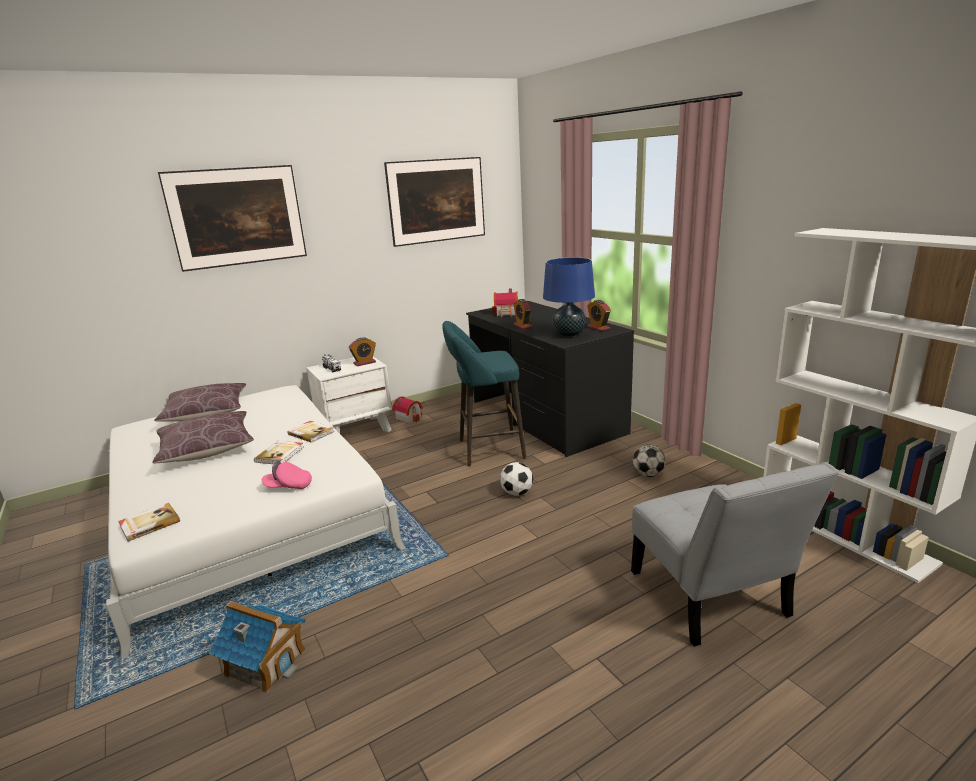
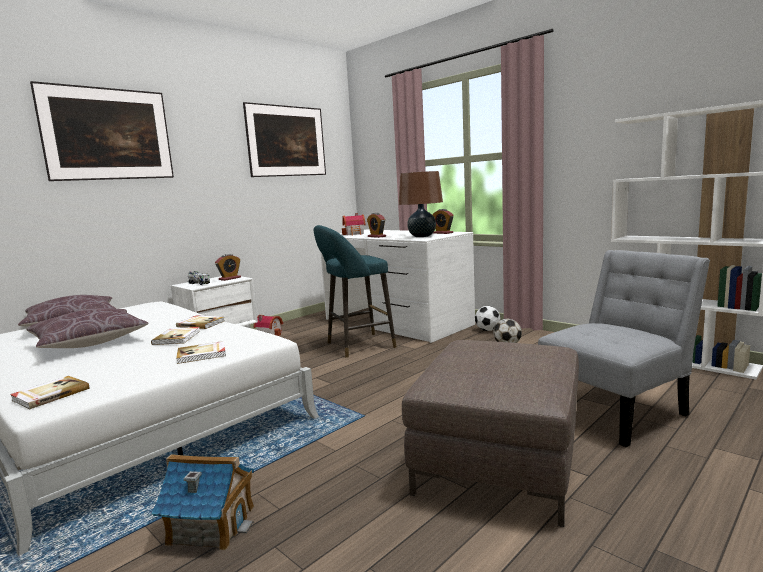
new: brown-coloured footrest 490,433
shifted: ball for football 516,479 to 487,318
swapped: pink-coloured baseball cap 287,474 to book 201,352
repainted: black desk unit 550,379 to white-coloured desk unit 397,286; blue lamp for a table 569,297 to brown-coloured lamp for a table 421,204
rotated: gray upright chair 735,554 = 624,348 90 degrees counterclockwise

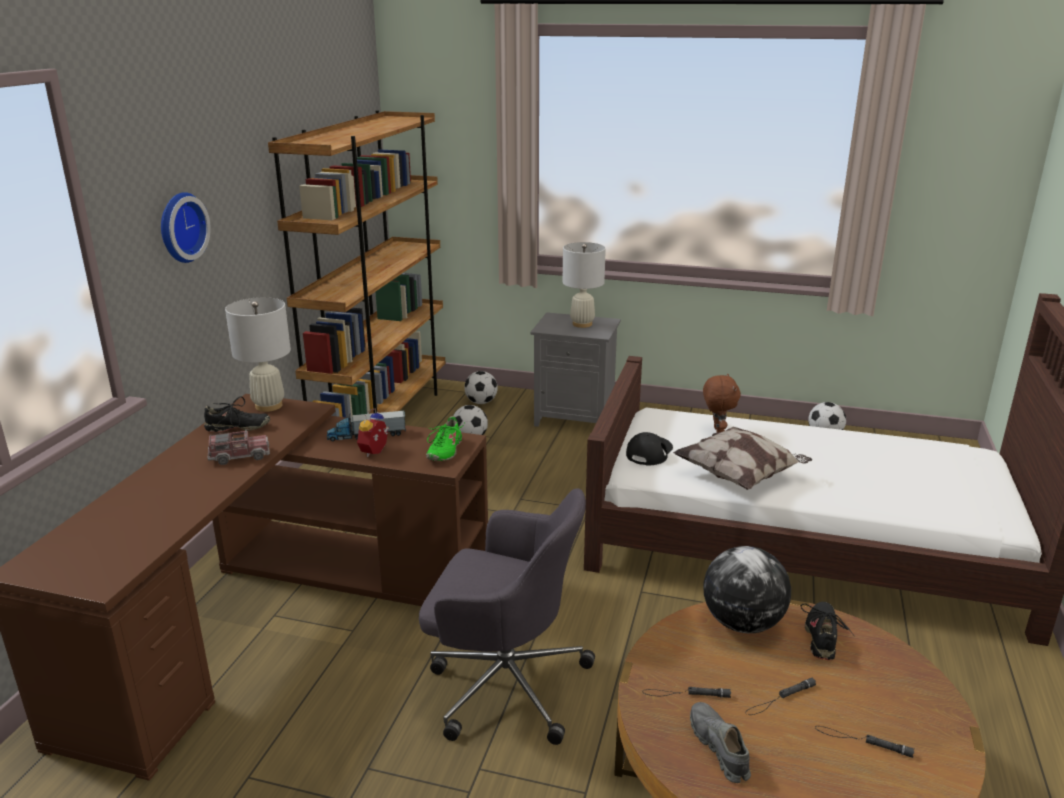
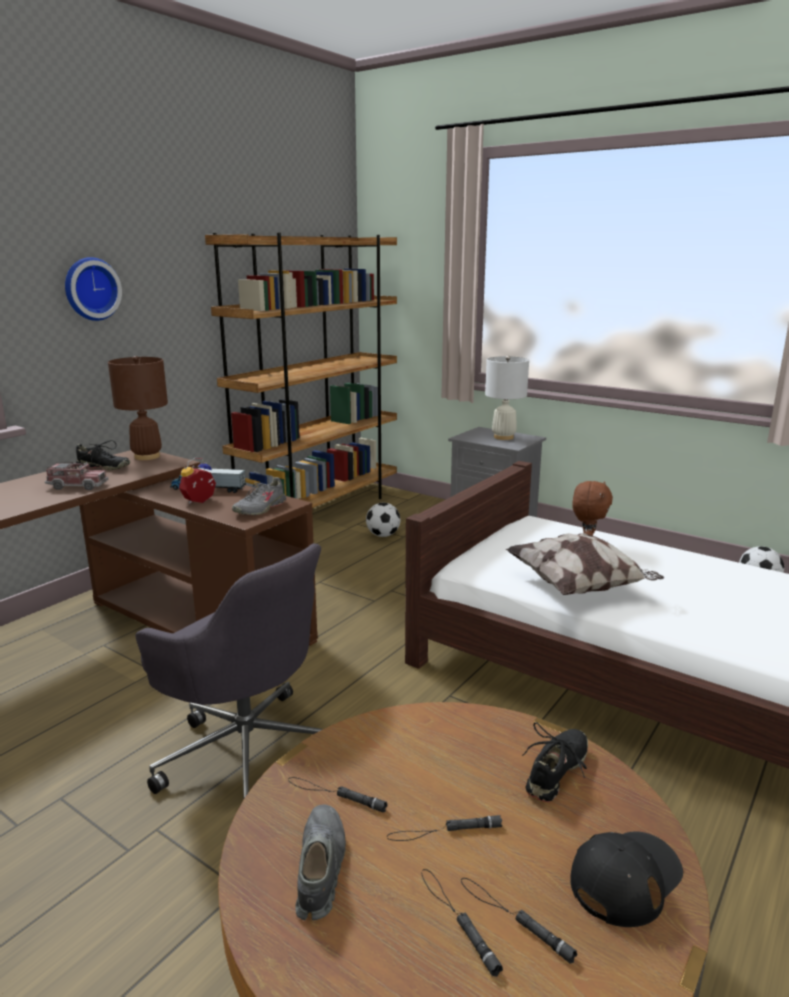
gone: ball for football 481,387; desk globe 747,589
new: black torch 462,923
shifted: black baseball cap 649,448 to 626,879
repainted: white-coloured lamp for a table 258,354 to brown-coloured lamp for a table 138,408; green item of footwear 445,438 to gray item of footwear 259,496

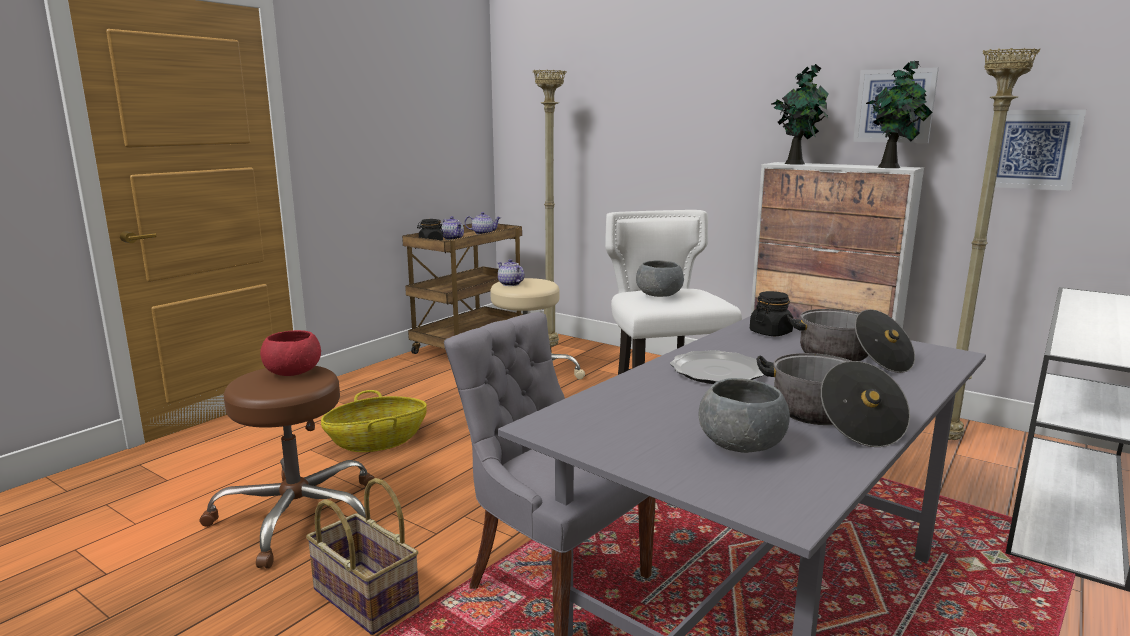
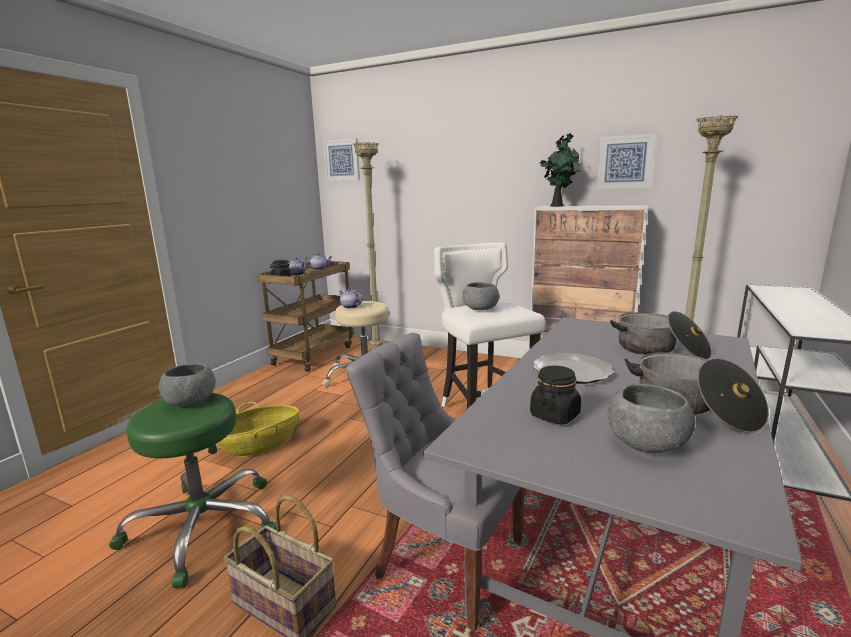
gone: plant in a pot 899,114
shifted: picture 1034,150 to 341,159; black preserve jar 771,313 to 555,395
repainted: brown-coloured sitting stool 287,467 to green sitting stool 193,490; red bowl 290,353 to gray bowl 187,384

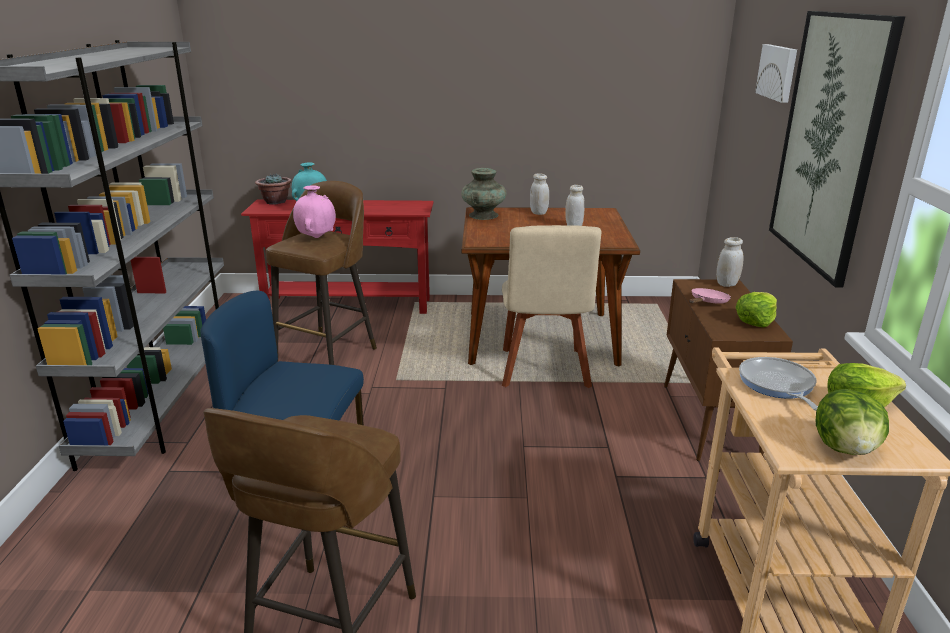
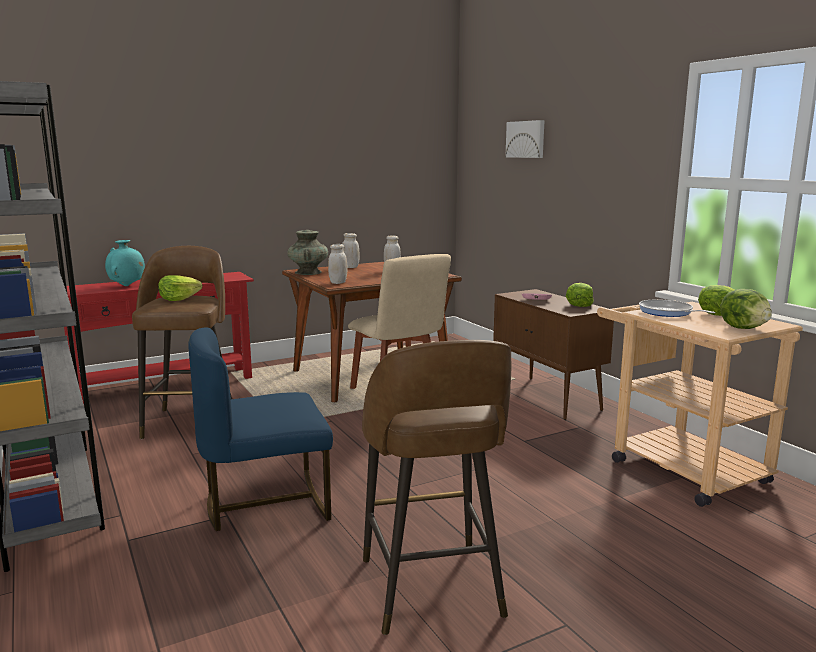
gone: plant in a pot 273,189; picture 837,149
shifted: white-coloured preserve jar 730,262 to 338,264
swapped: pink-coloured vase 314,212 to lettuce 180,288

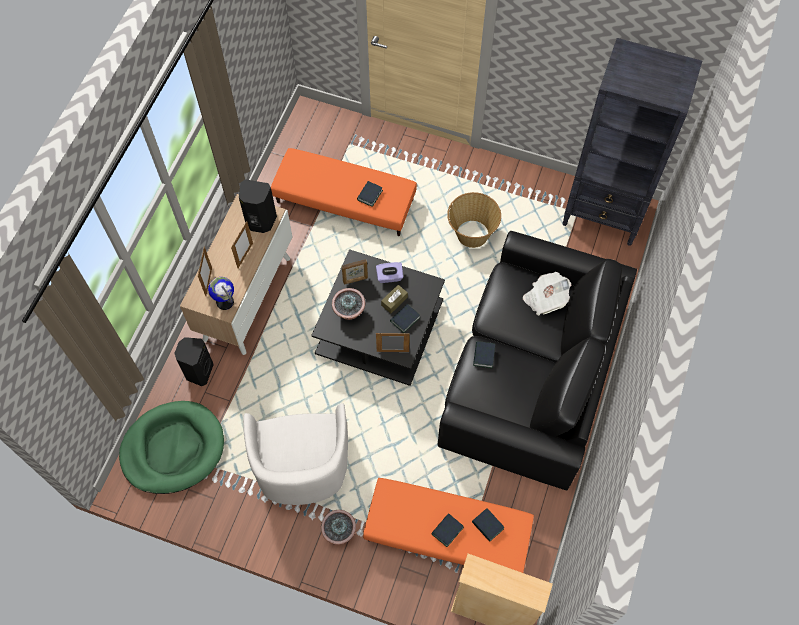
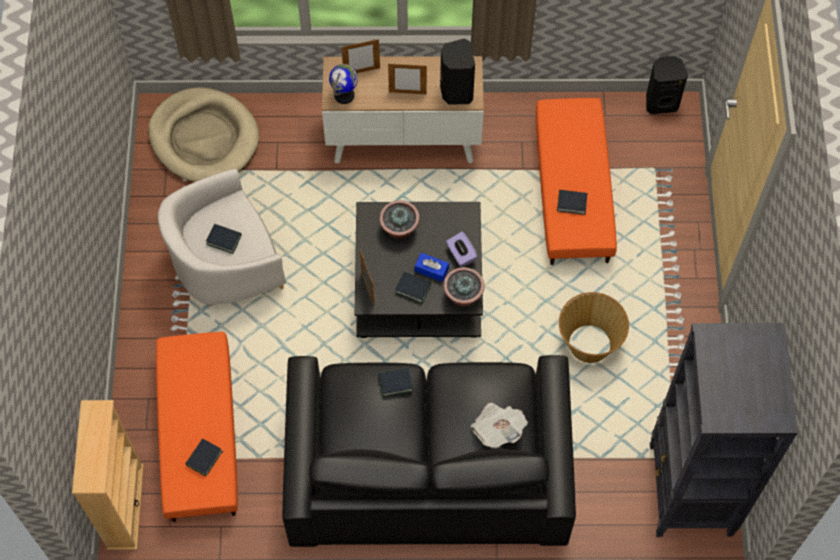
gone: photo frame 355,272
shifted: book 447,530 to 223,239; plant in a pot 338,527 to 463,286; black speaker 194,361 to 667,85
repainted: green dog cushion 171,447 to beige-coloured dog cushion 203,134; brown-coloured tissue box 394,299 to blue tissue box 432,267

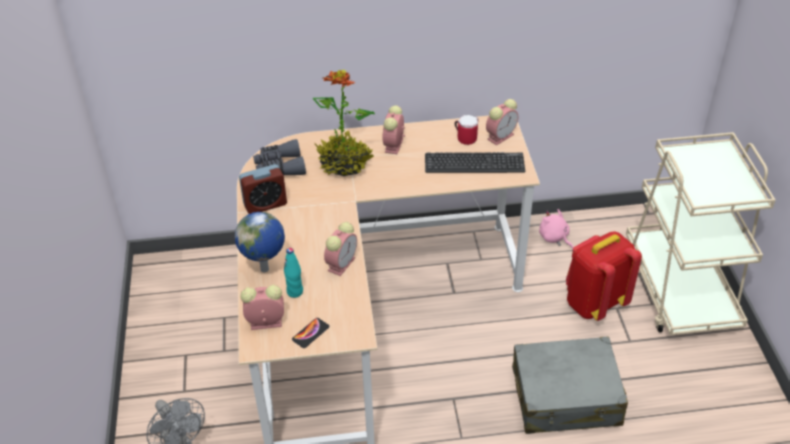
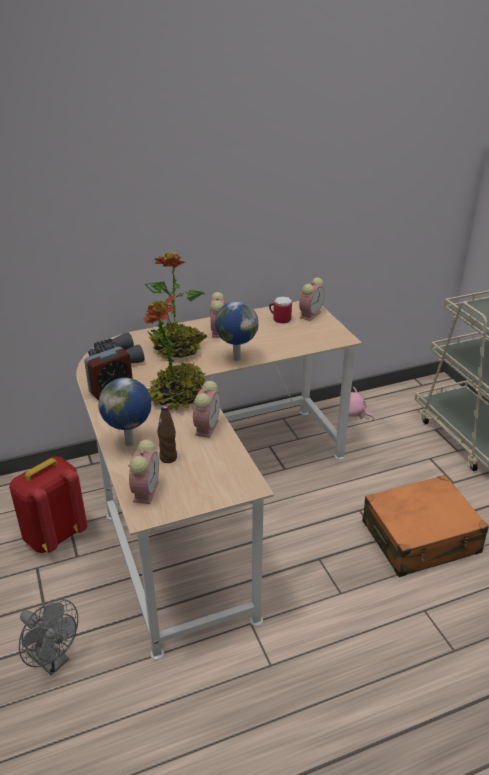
gone: handset 310,333; PC keyboard 475,162
new: plant in a pot 175,352; desk globe 236,331
shifted: red backpack 604,276 to 48,504
repainted: turquoise-coloured beverage bottle 293,273 to brown-coloured beverage bottle 167,434; gray suitcase 570,385 to orangey suitcase 425,526
rotated: bedside clock 262,307 = 143,471 120 degrees clockwise

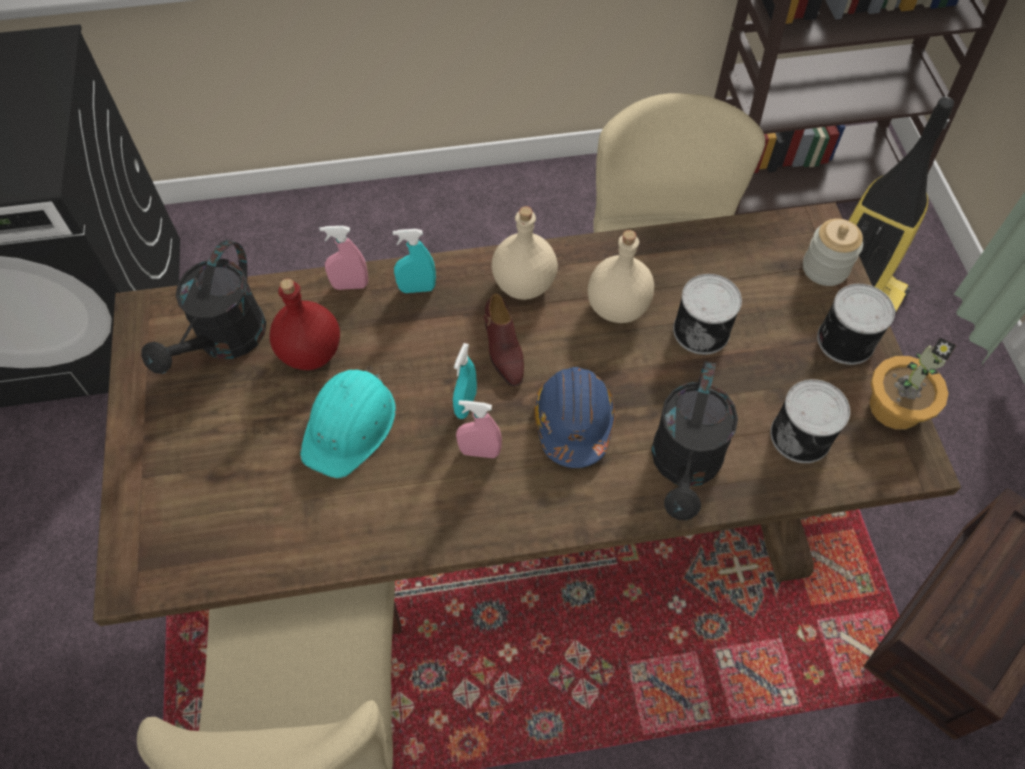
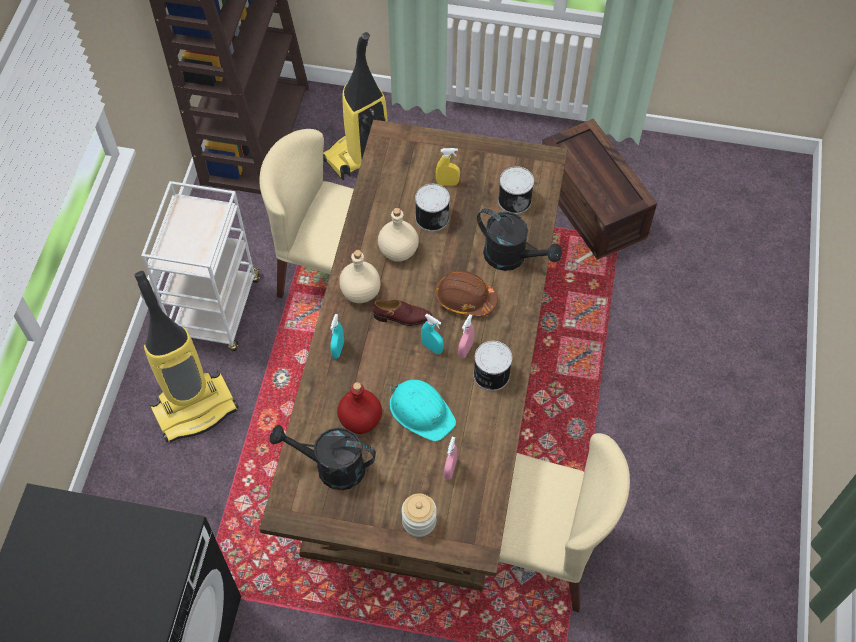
gone: plant in a pot 912,383
new: hoover 187,357; white-coloured wheeled cart 201,266; yellowish spray bottle 448,167
shifted: preserve jar 833,252 to 419,515; pink-coloured spray bottle 344,258 to 450,458; can 856,324 to 492,366
repainted: blue hard hat 574,417 to brown-coloured hard hat 466,293
rotated: black watering pot 203,307 = 323,457 150 degrees clockwise

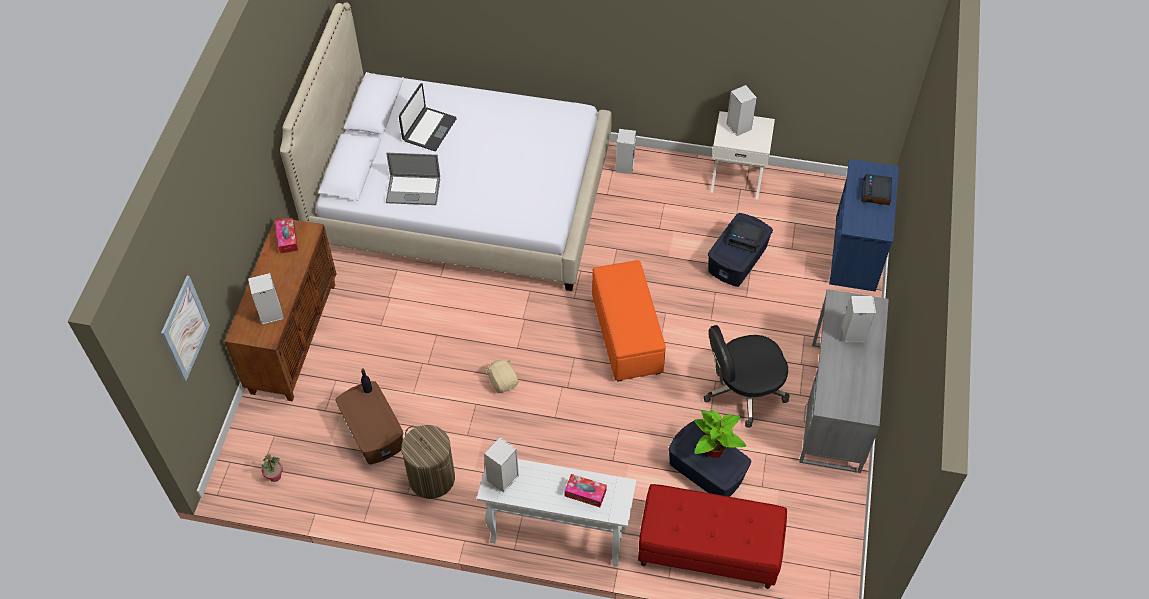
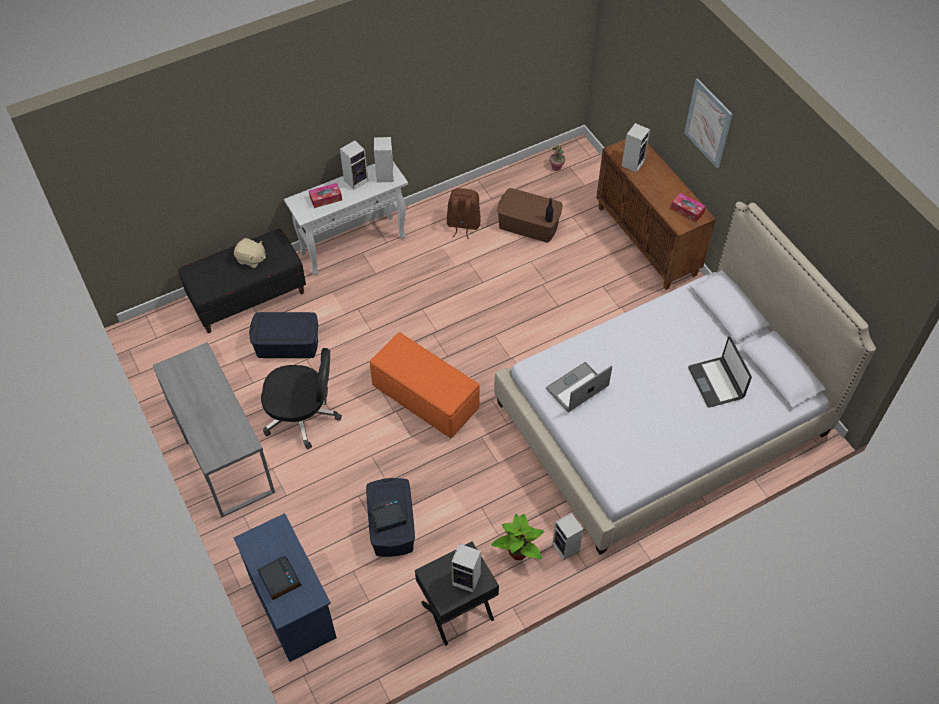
shifted: beige-coloured plush toy 501,376 to 250,253; speaker 859,319 to 354,165; plant in a pot 720,434 to 517,537; notebook computer 413,179 to 579,387; picture 185,328 to 708,123
swapped: washing basket 428,462 to brown-coloured backpack 464,213
repainted: red bench 712,536 to black bench 242,280; white-coloured nightstand 742,155 to black nightstand 457,593
rotated: black office chair 747,376 = 301,398 60 degrees clockwise

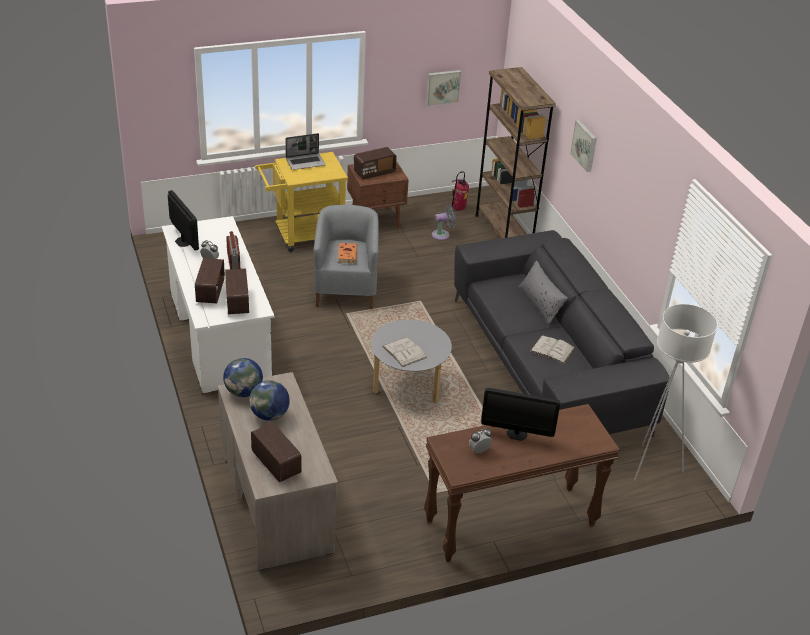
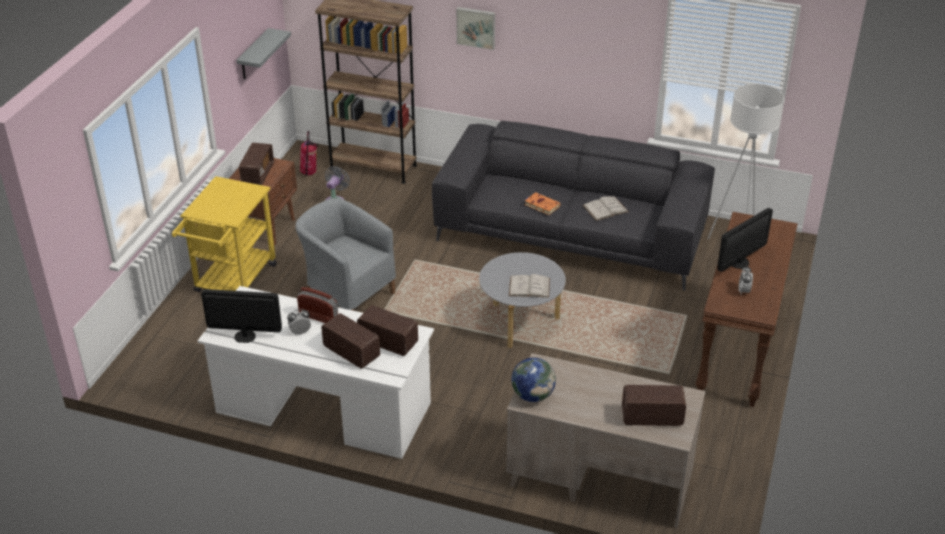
gone: desk globe 269,400; notebook computer 305,151; gray pillow 543,292
shifted: orangey book 347,253 to 543,203
swapped: picture 443,88 to gray wall shelf 263,53

